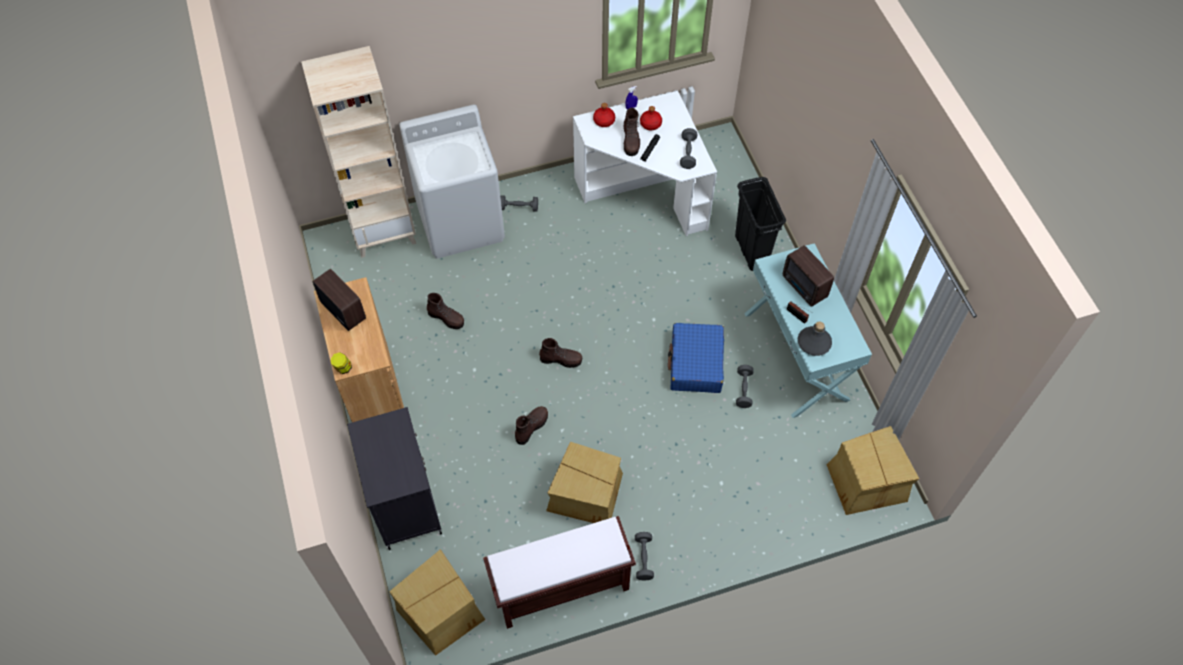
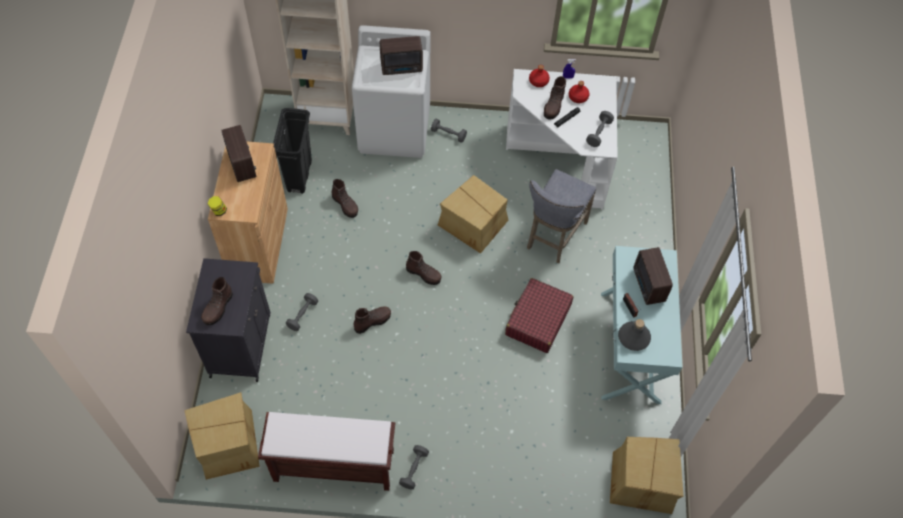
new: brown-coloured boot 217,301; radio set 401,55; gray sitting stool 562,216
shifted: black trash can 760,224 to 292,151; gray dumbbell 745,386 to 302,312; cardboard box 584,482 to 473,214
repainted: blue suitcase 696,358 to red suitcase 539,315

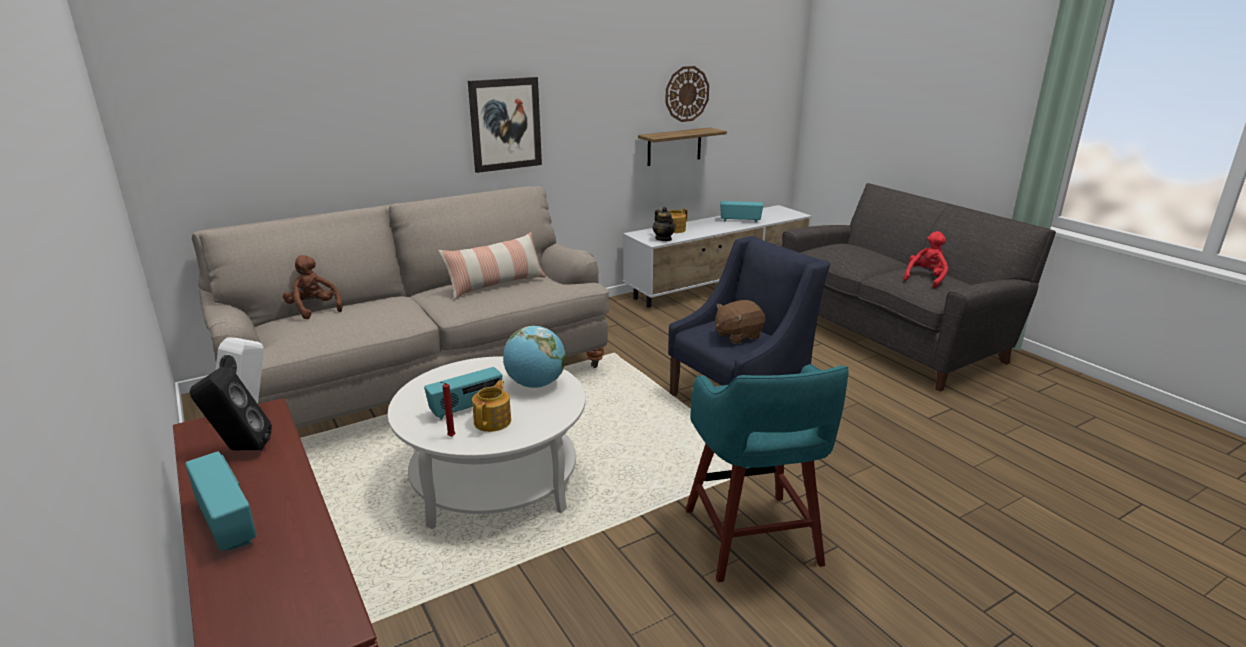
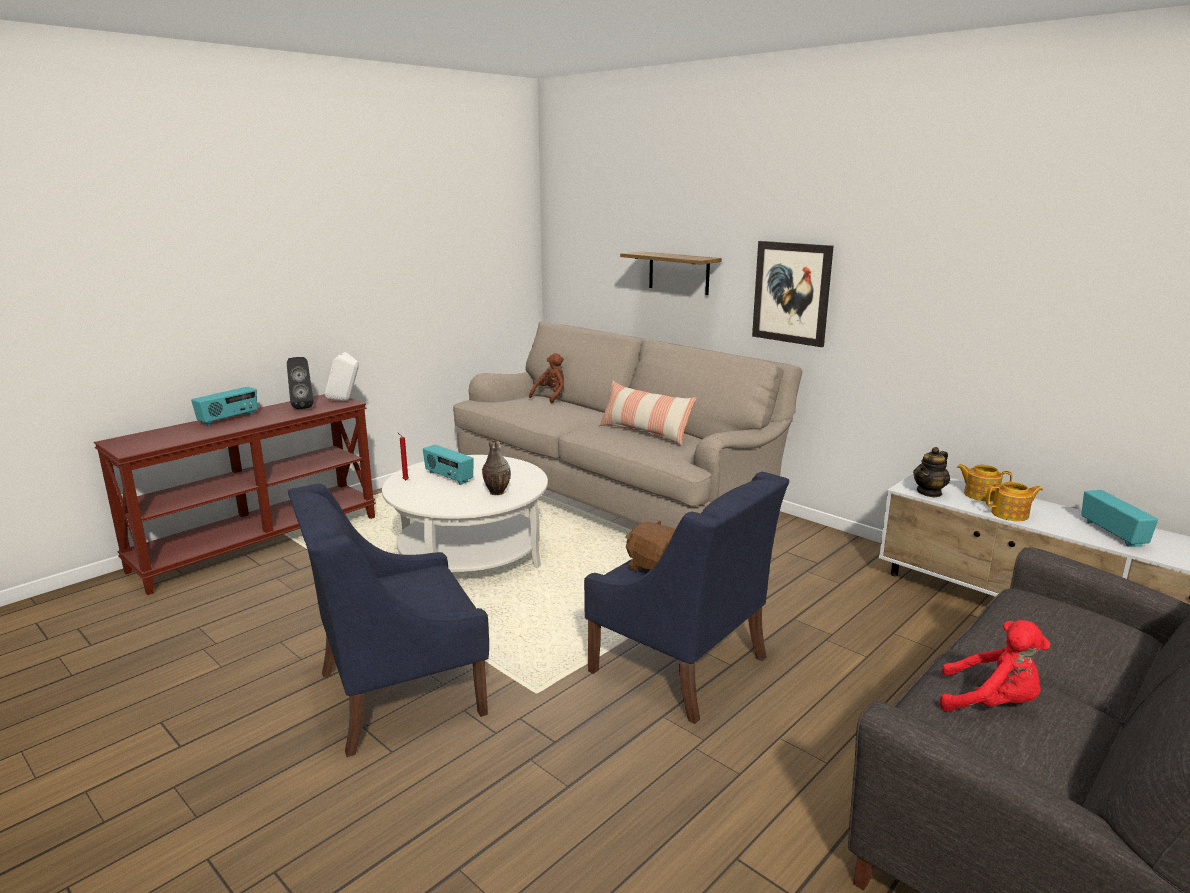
gone: wall clock 687,94
shifted: wall shelf 682,146 to 671,273; tea pot 491,406 to 1014,501
swapped: turquoise-coloured sitting stool 767,473 to blue lounge chair 388,620; desk globe 534,357 to vase 496,467

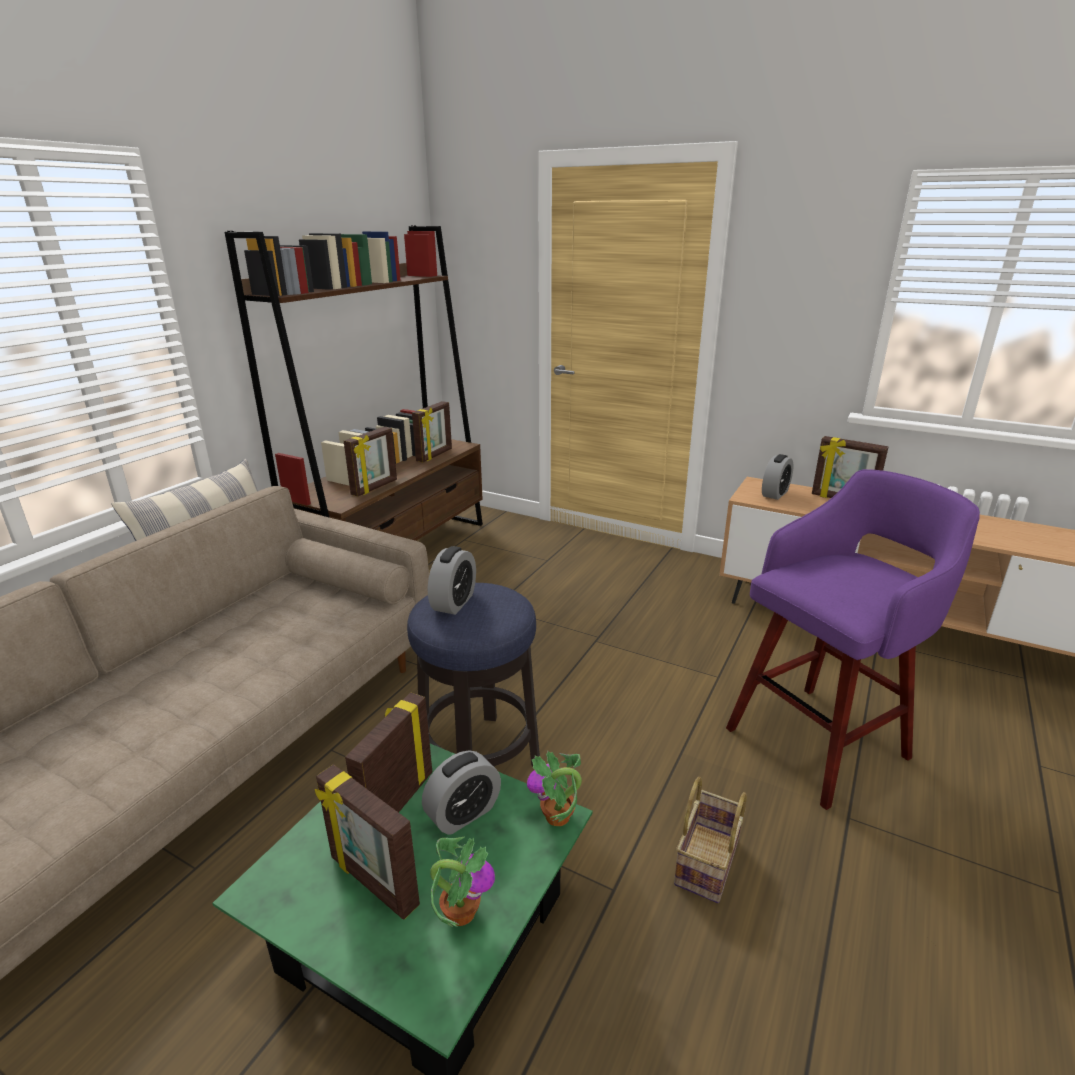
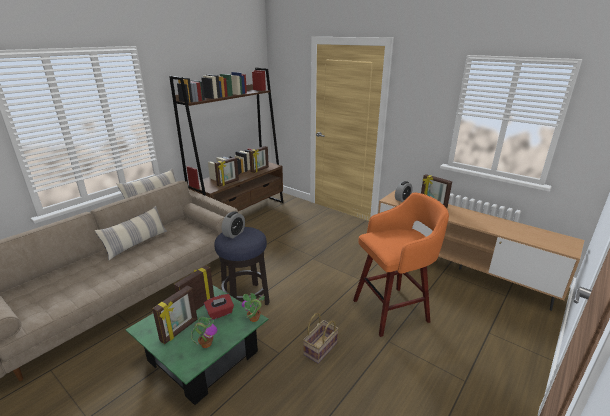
new: pillow 131,233
swapped: bedside clock 461,792 to red tissue box 219,307
repainted: purple sitting stool 853,639 to orangey sitting stool 401,264
rotated: photo frame 367,842 = 174,314 105 degrees counterclockwise

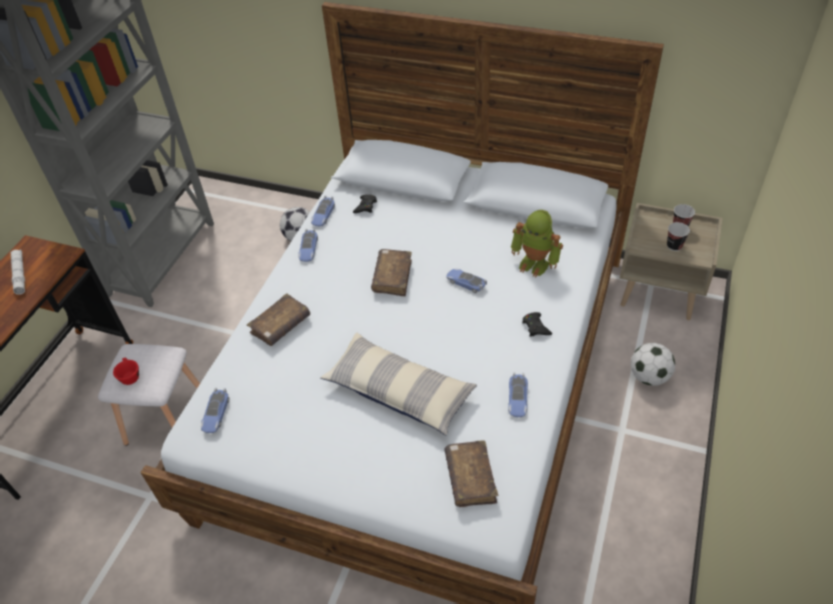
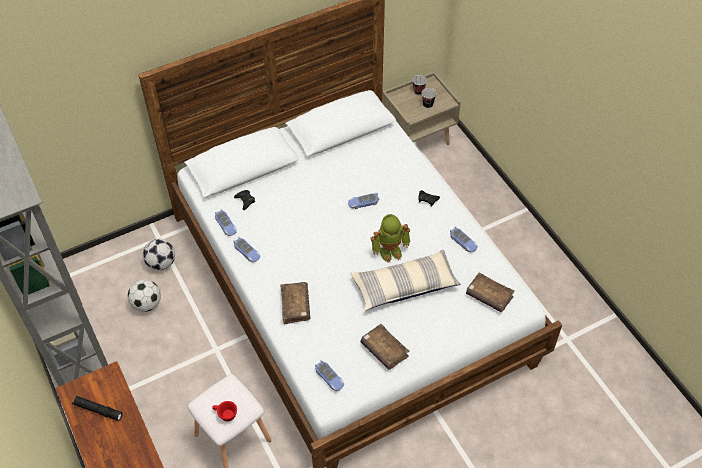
shifted: ball for football 653,364 to 144,295; brown-coloured book 391,272 to 384,347; robot figure 537,243 to 390,238
repainted: white-coloured torch 18,272 to black torch 97,408

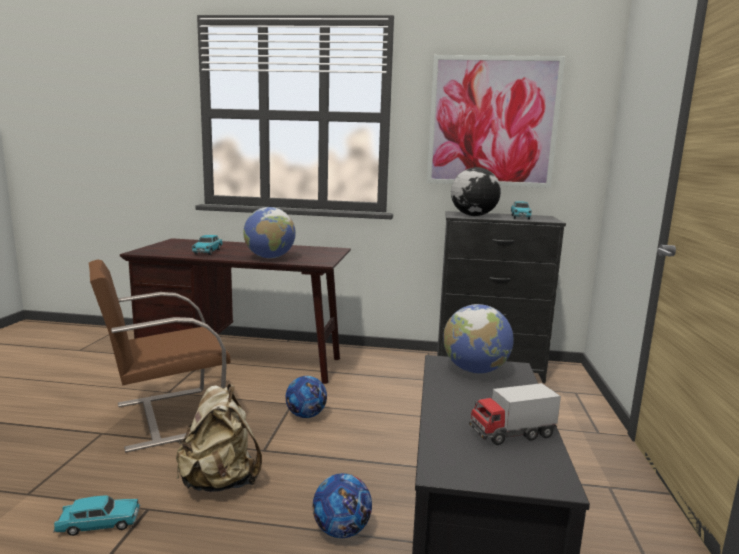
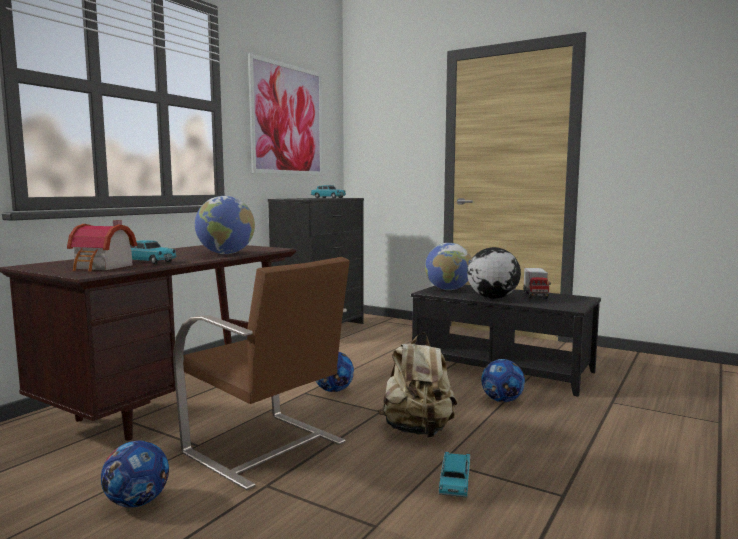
new: toy house 102,246; ball for football 135,474
shifted: desk globe 476,191 to 494,273
rotated: brown-coloured upright chair 160,356 = 261,373 45 degrees counterclockwise

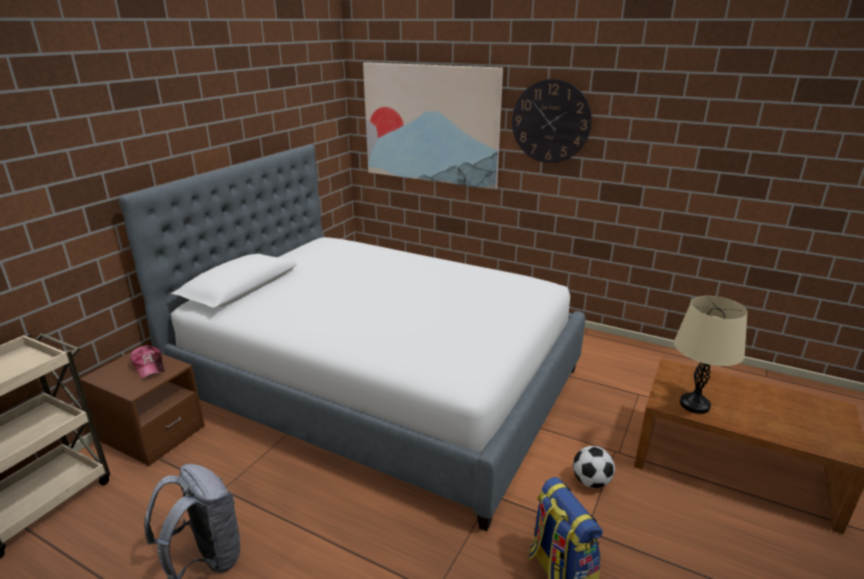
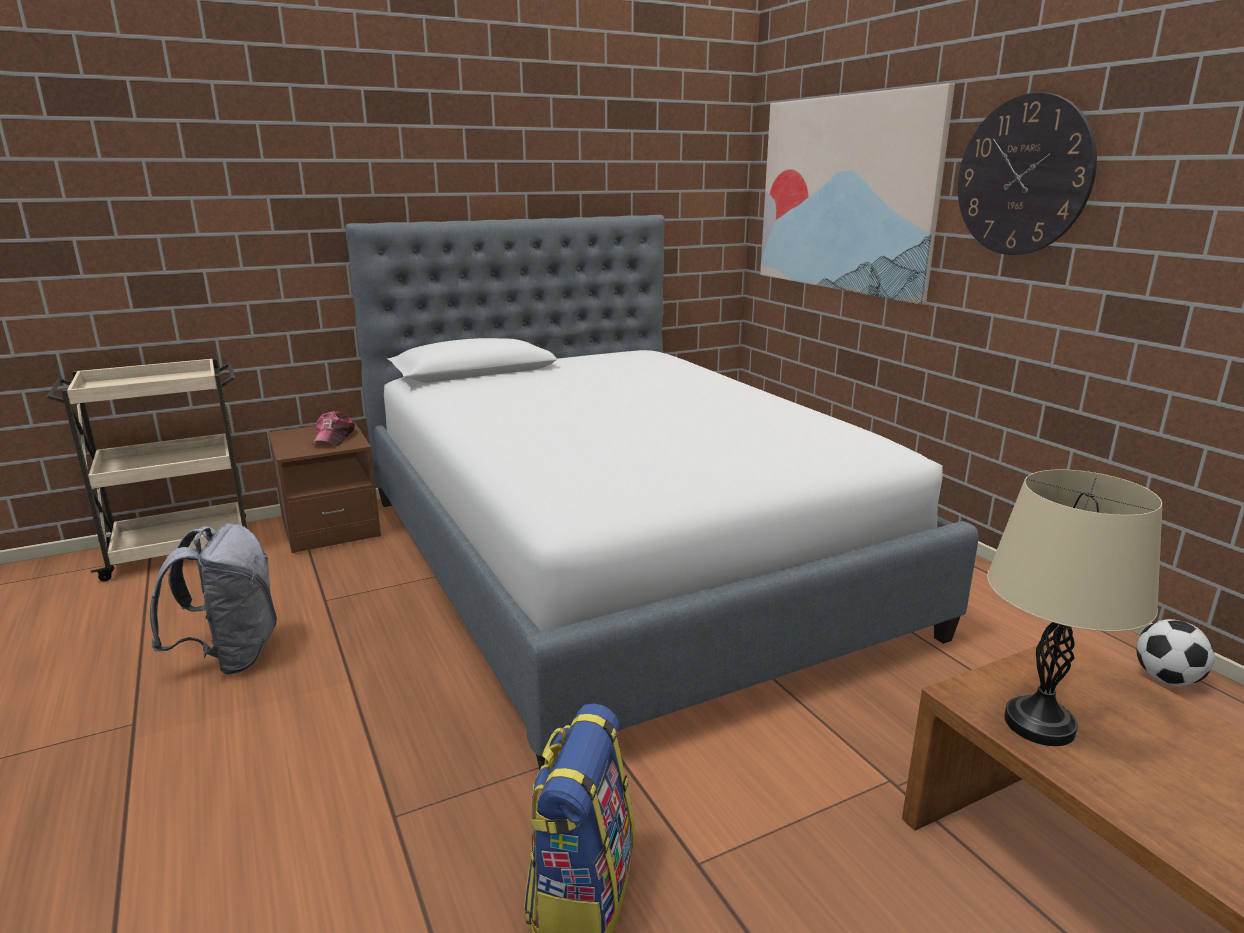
shifted: ball for football 594,467 to 1175,652

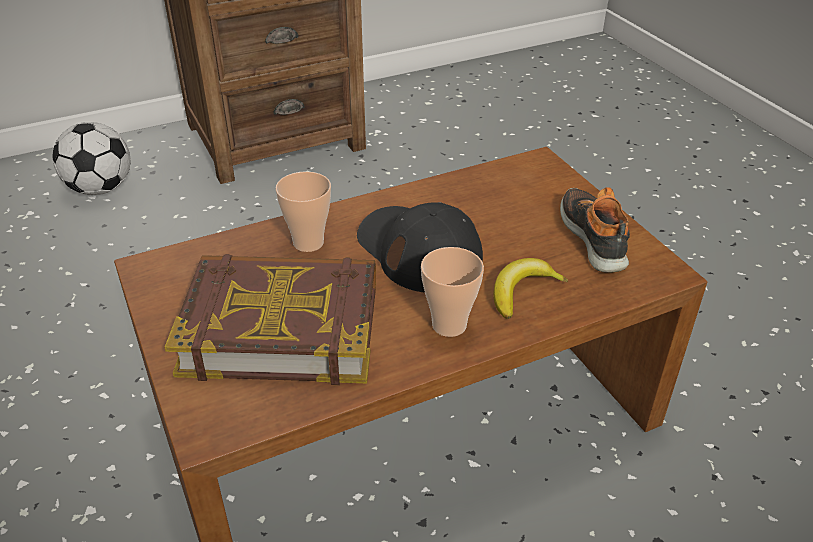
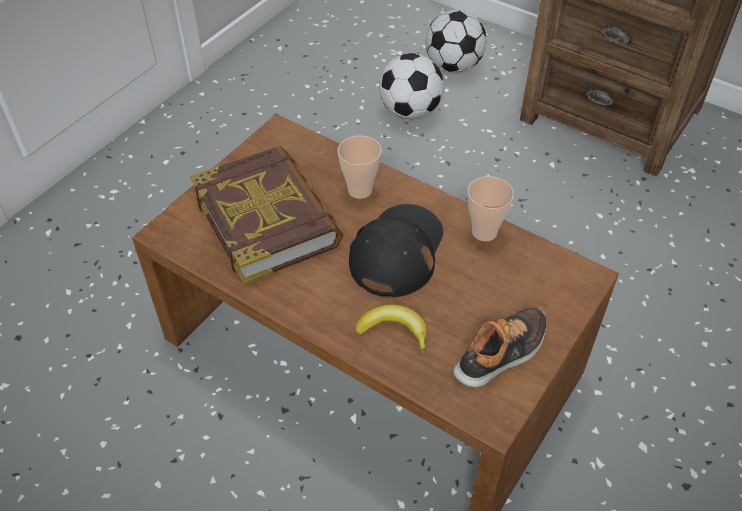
new: ball for football 411,86
shifted: drinking cup 452,292 to 490,208

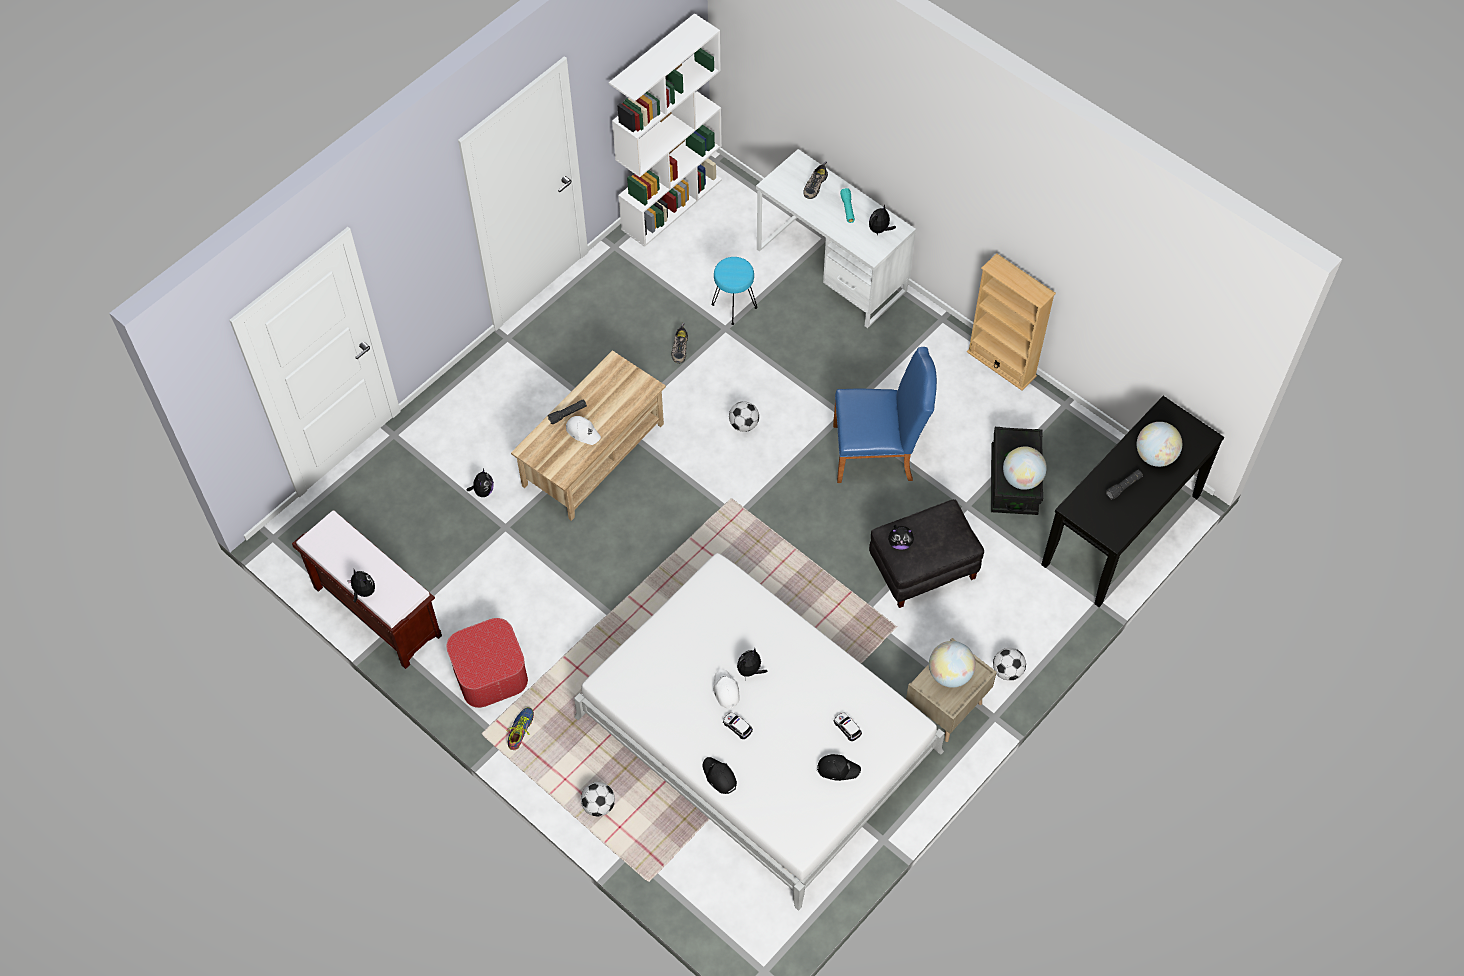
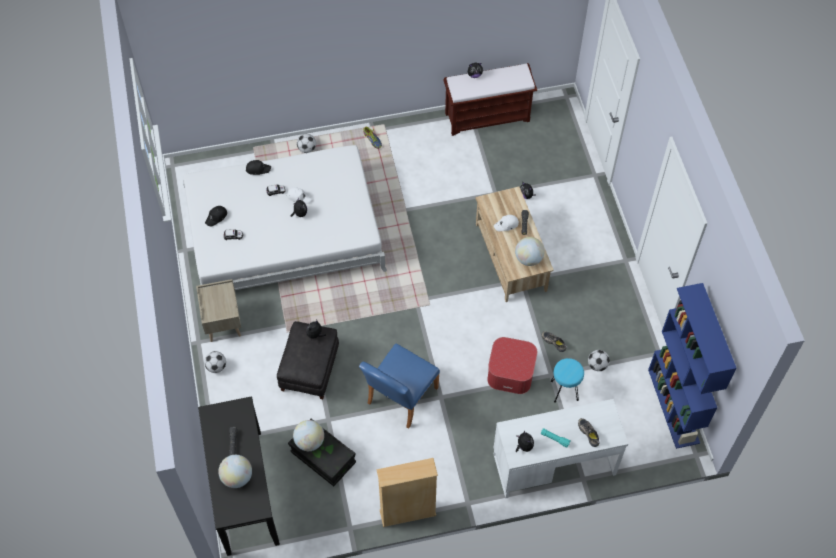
shifted: footrest 487,663 to 512,365; desk globe 952,664 to 530,251; ball for football 744,416 to 599,360
repainted: white-coloured bookshelf 665,130 to blue bookshelf 692,366

